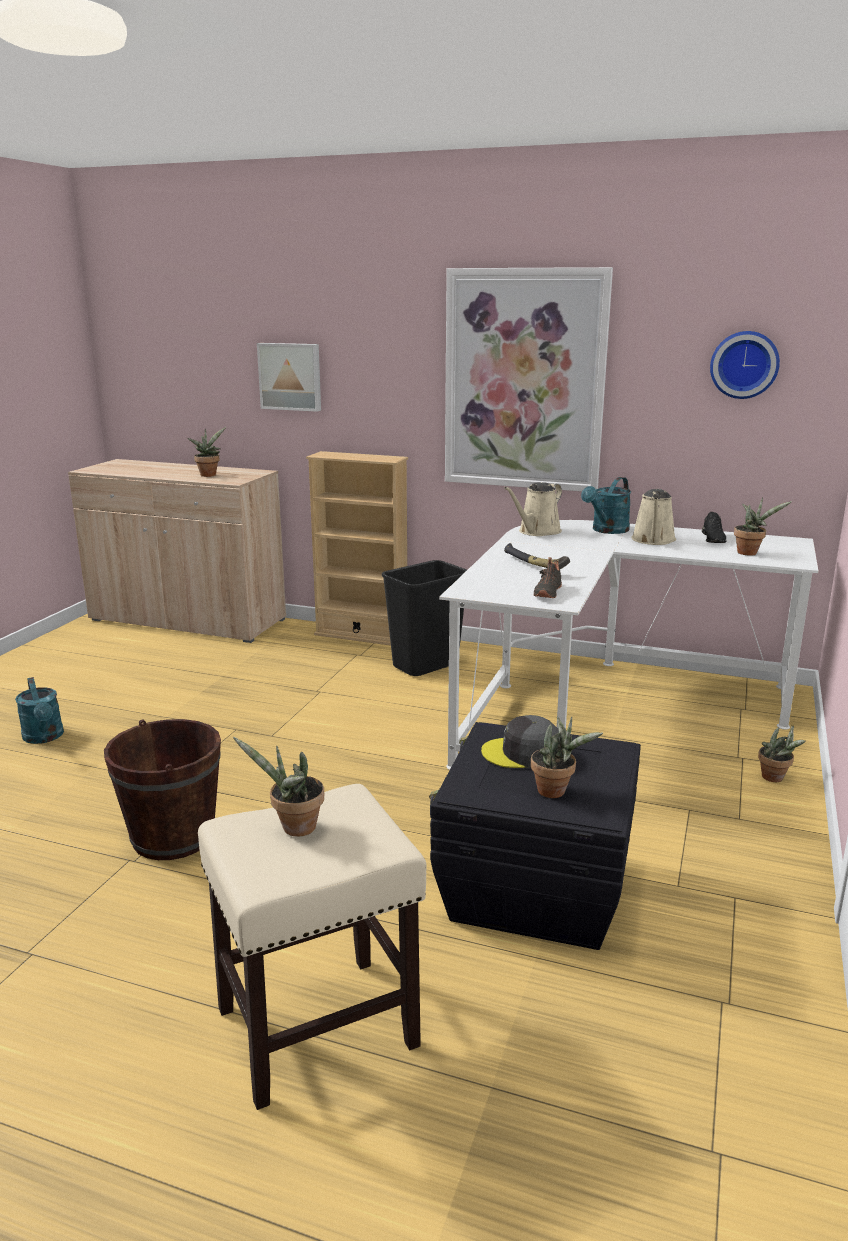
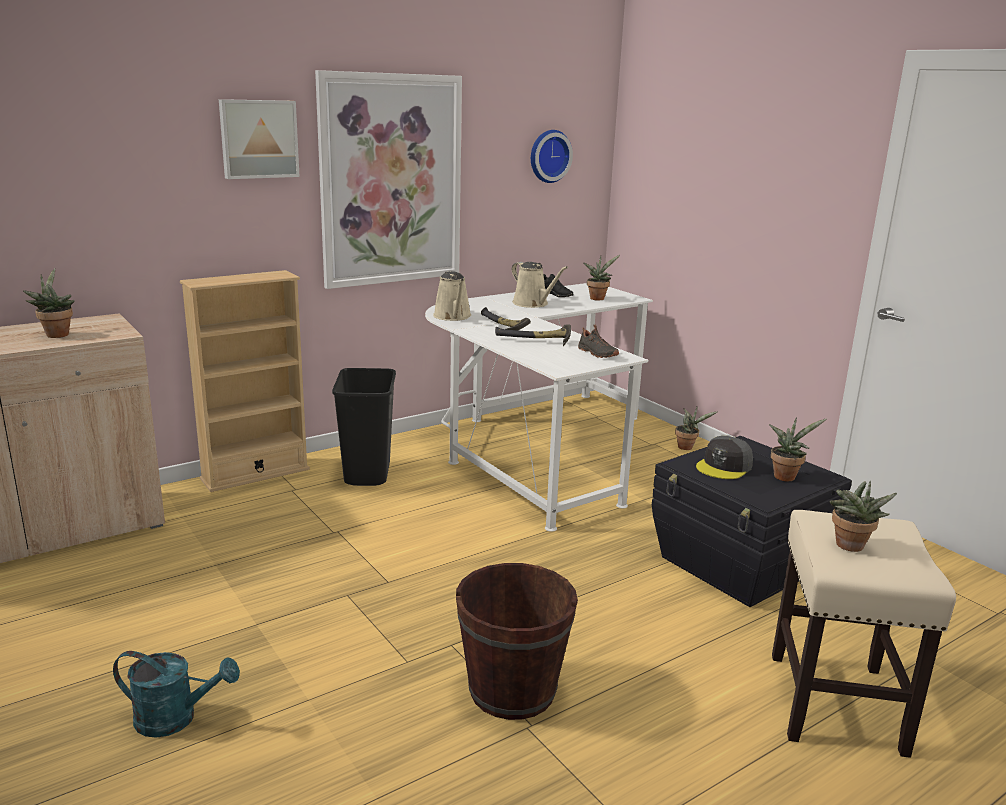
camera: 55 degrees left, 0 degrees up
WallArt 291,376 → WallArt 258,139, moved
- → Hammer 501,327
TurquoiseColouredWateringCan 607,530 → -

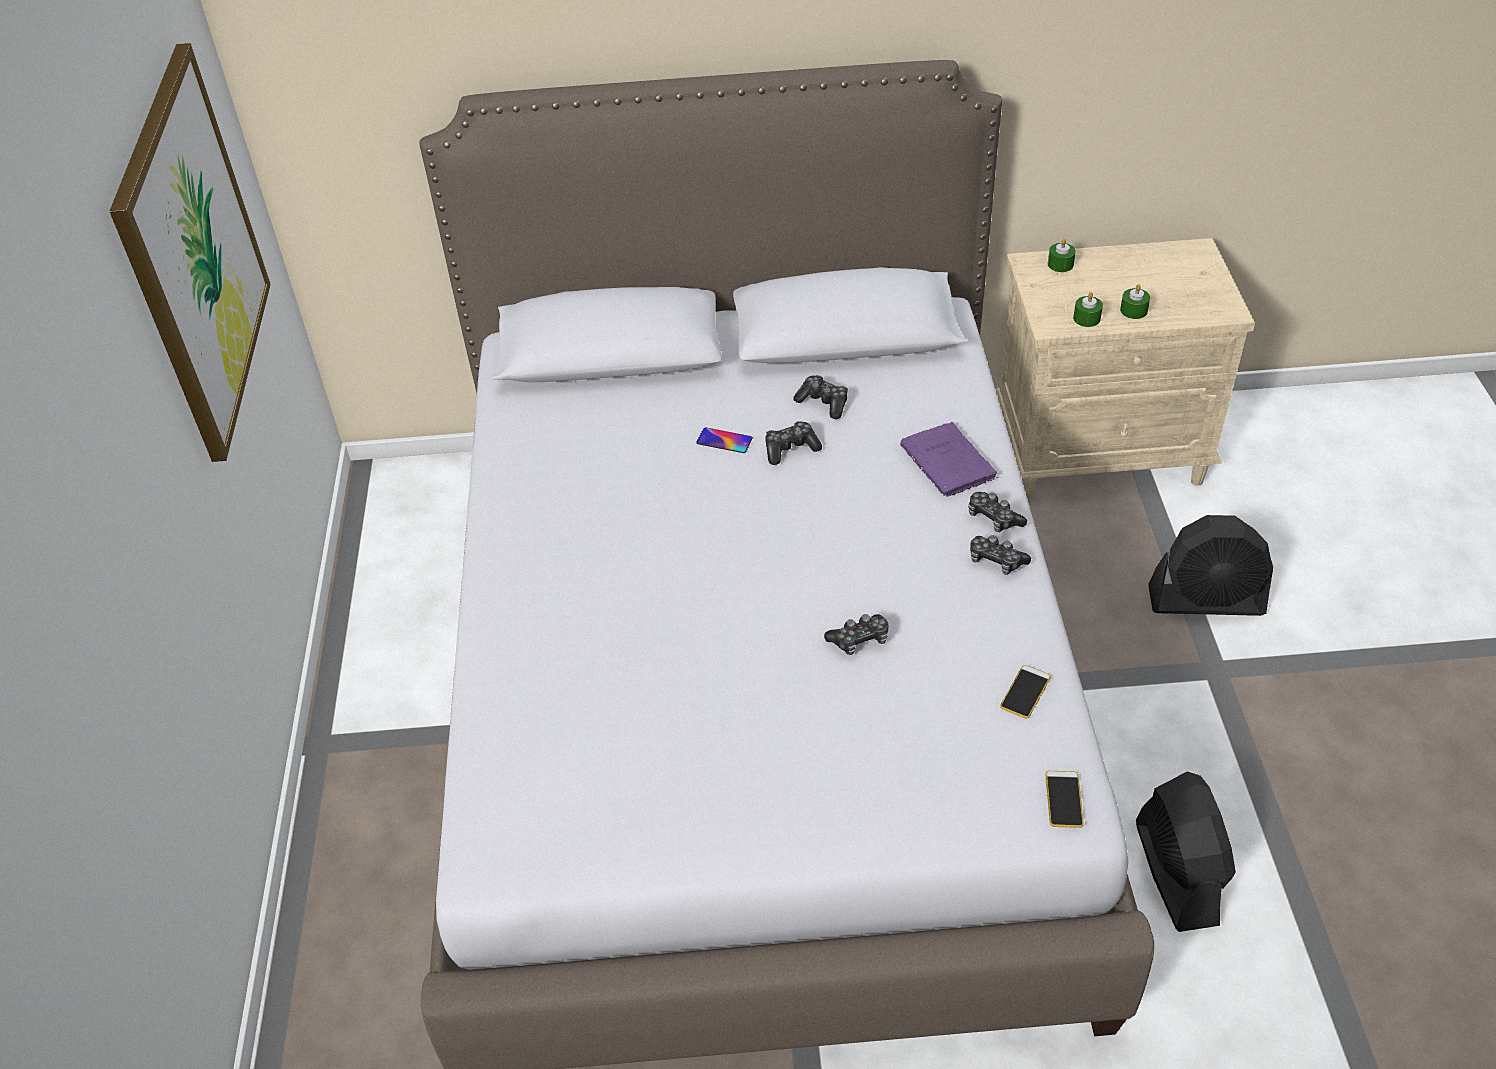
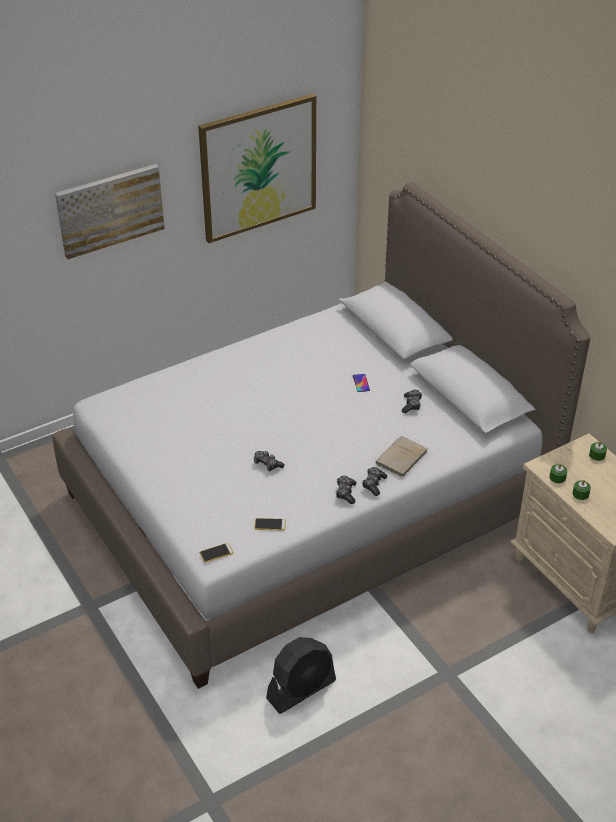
camera: 60 degrees right, 5 degrees down
- → WallArt 110,210
PurpleColouredBoundBook 949,464 → SandColouredBoundBook 400,459
GameController 790,449 → -
BlackishElectricFan 1206,601 → -

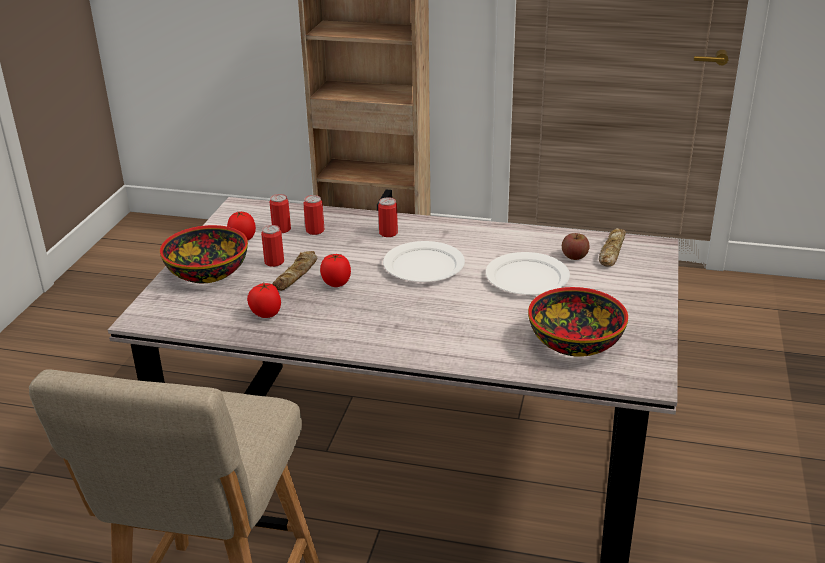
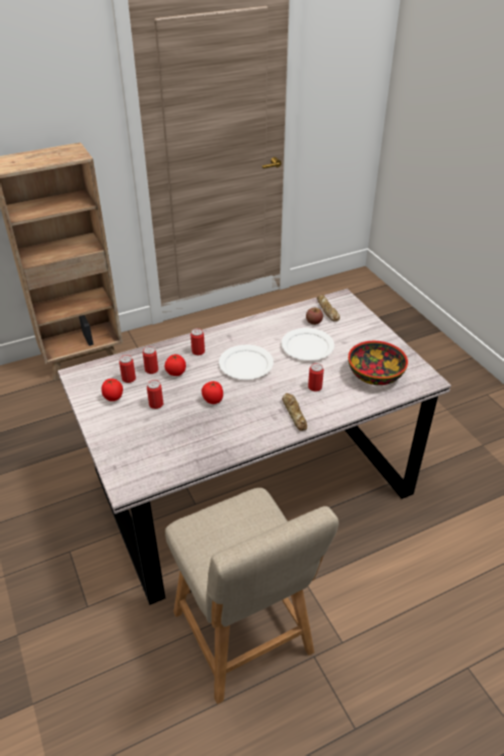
camera: 40 degrees left, 10 degrees up
Tomato 266,314 → Tomato 176,373, moved
Bread 297,275 → Bread 295,414, moved
- → Can 315,387
ServingBowl 208,272 → -

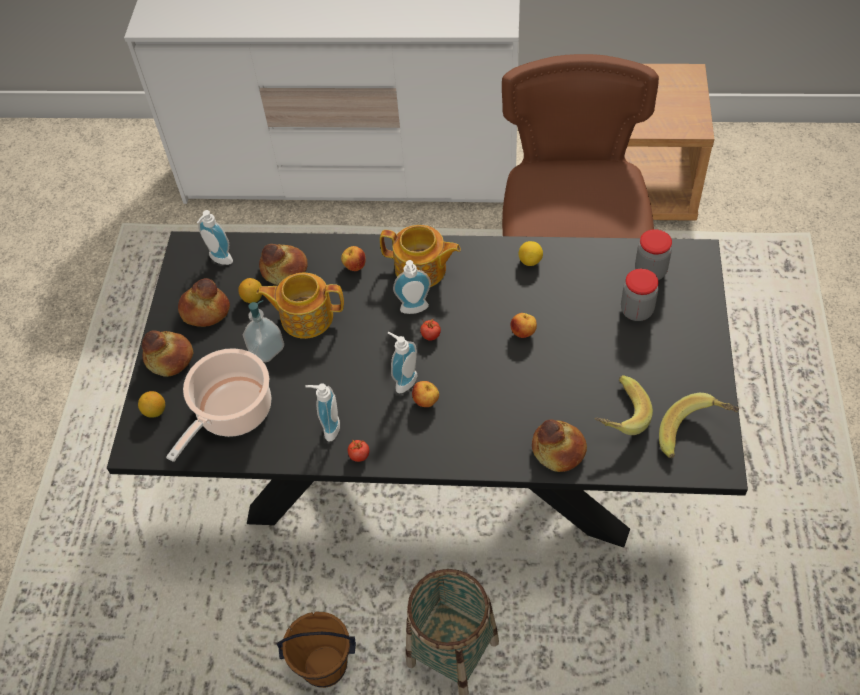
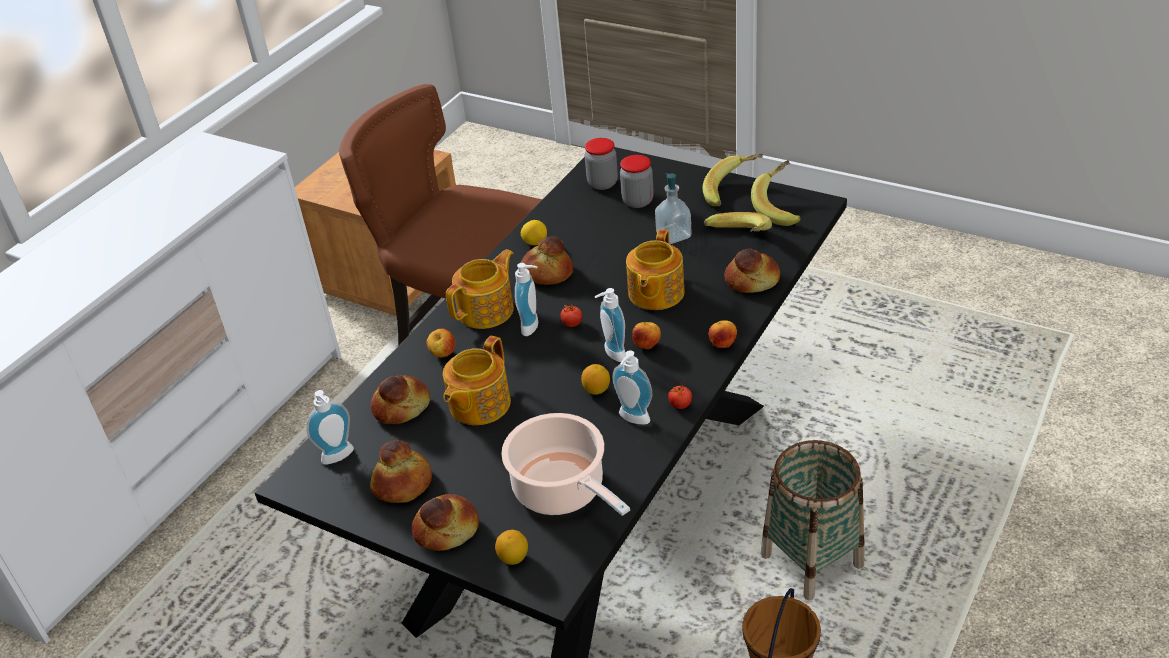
camera: 65 degrees left, 15 degrees down
- → Bread 547,272
CitrusFruit 253,298 → CitrusFruit 596,390, moved
- → PotForTea 655,293
LiquidSoapBottle 266,349 → LiquidSoapBottle 673,235, moved
- → WholeBanana 733,192
Apple 523,333 → Apple 722,344, moved

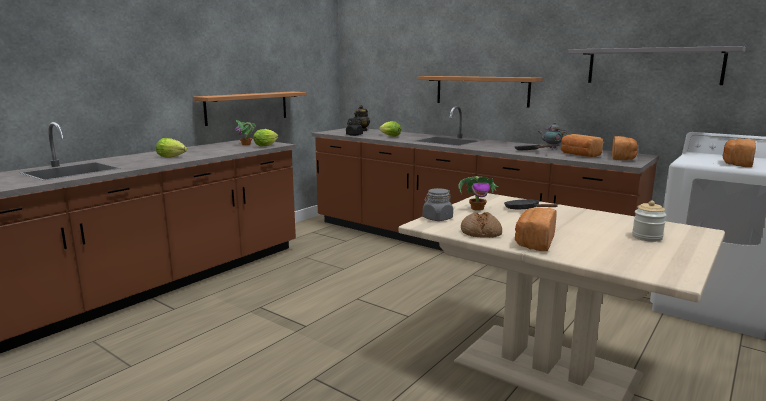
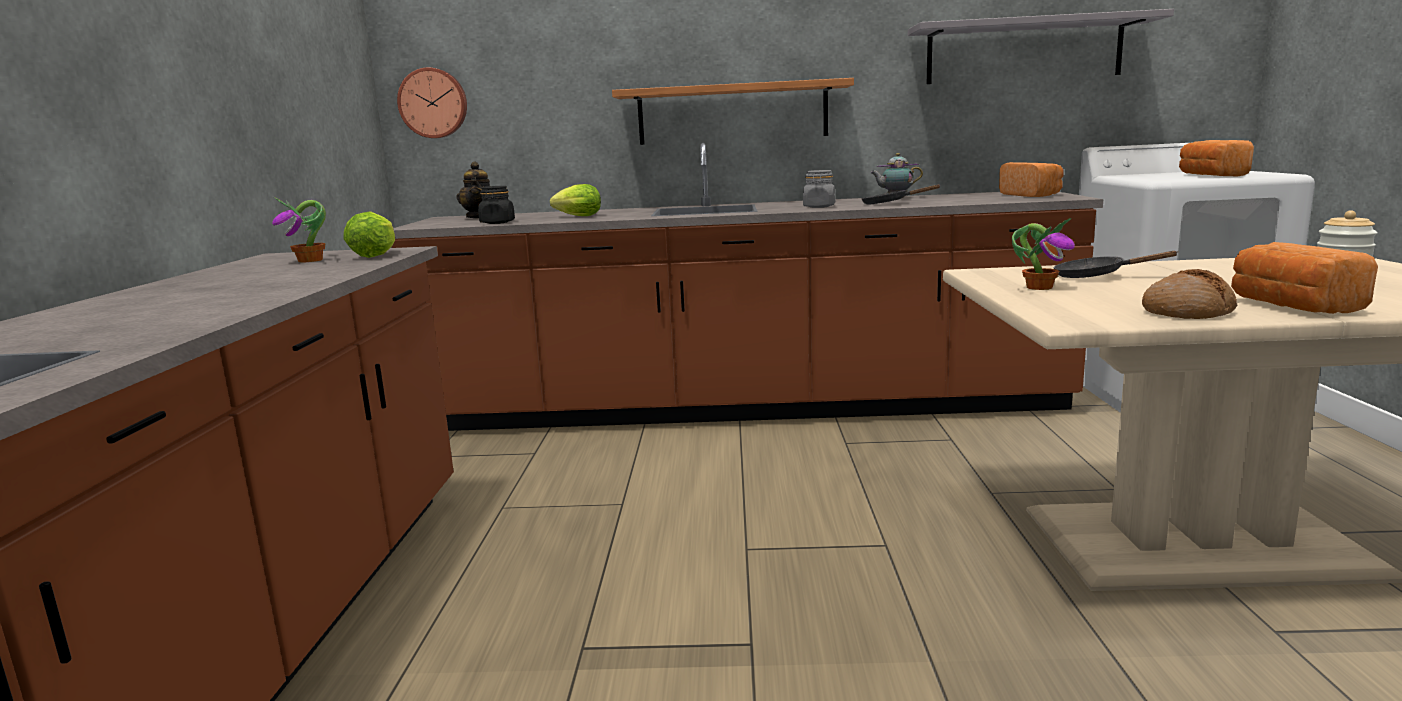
camera: 35 degrees left, 0 degrees up
- → ClockOnTheWall 433,103
GreyishJar 437,218 → GreyishJar 819,207, moved
HeadOfLettuce 173,157 → -
Shelf 247,107 → -
Bread 578,155 → -

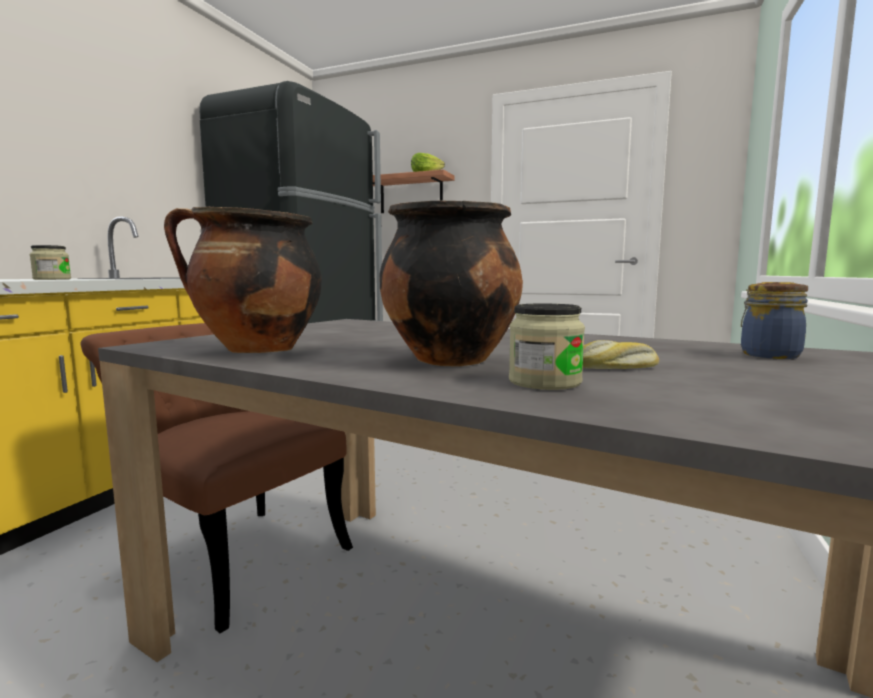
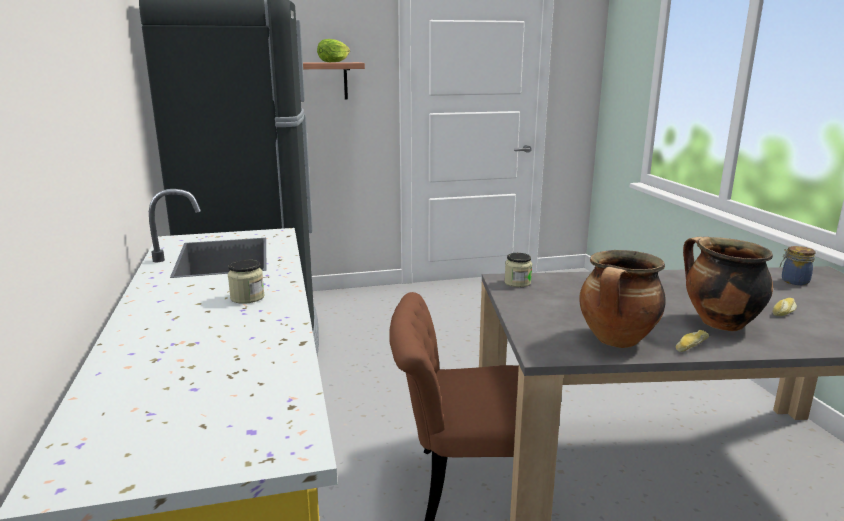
camera: 35 degrees left, 10 degrees up
Jar 544,382 → Jar 517,283, moved
- → Bread 690,345

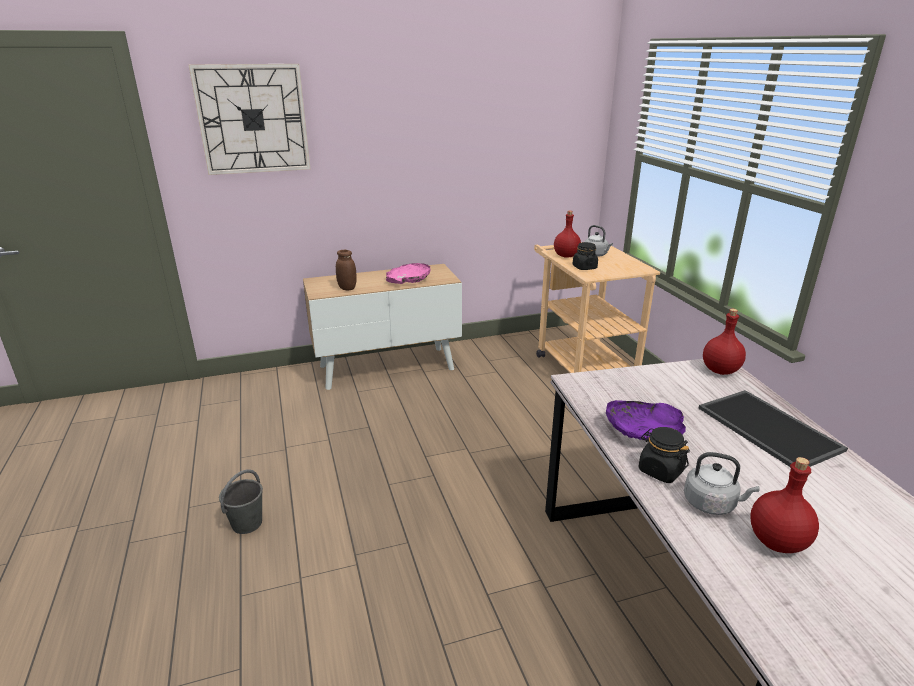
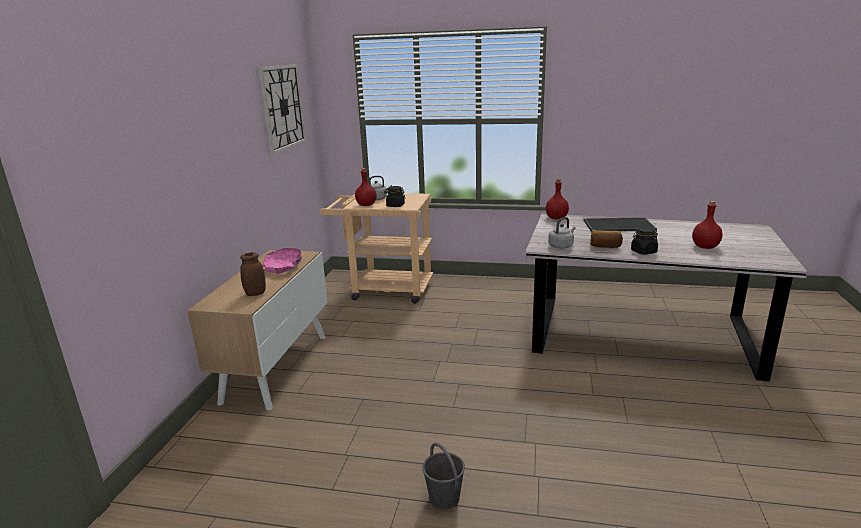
camera: 60 degrees left, 5 degrees down
ClockOnTheWall 253,119 → ClockOnTheWall 282,107, moved
GreyishWaterKettle 712,504 → GreyishWaterKettle 561,246, moved
PurpleColouredServingBowl 642,431 → Bread 605,246

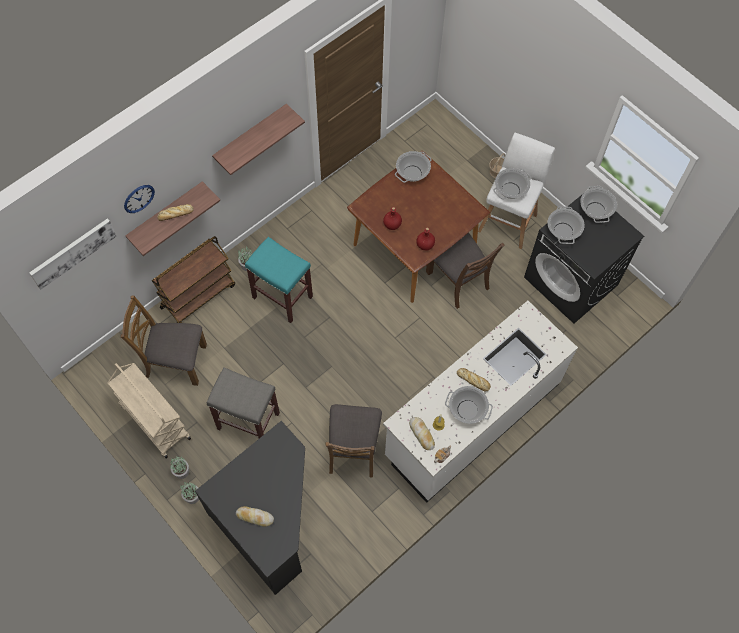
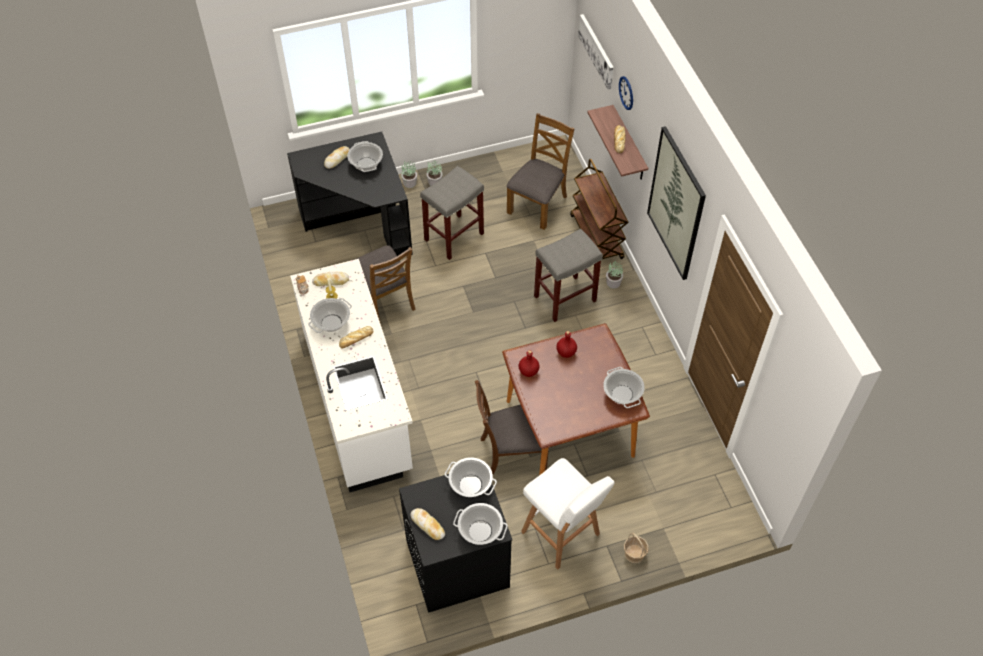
camera: 115 degrees right, 10 degrees down
CookingPot 510,190 → CookingPot 366,164, moved
BrownPlainChair 353,449 → BrownPlainChair 384,300, 150 degrees counterclockwise
- → Bread 427,525
TurquoiseColouredStoolSeat 283,297 → GreyishStoolSeat 564,299
Shelf 251,137 → WallArt 676,204
SandColouredCart 154,421 → -

